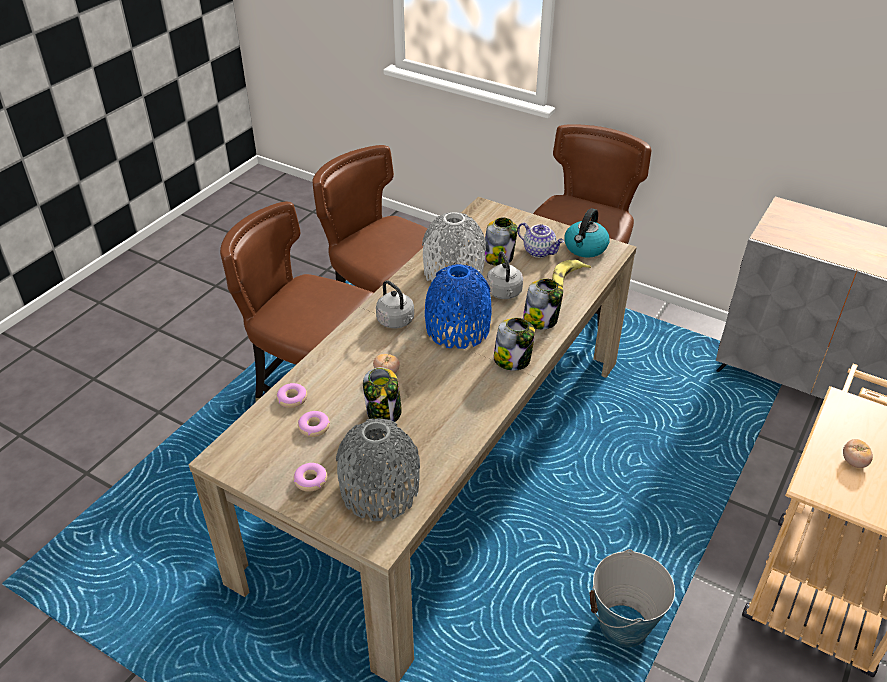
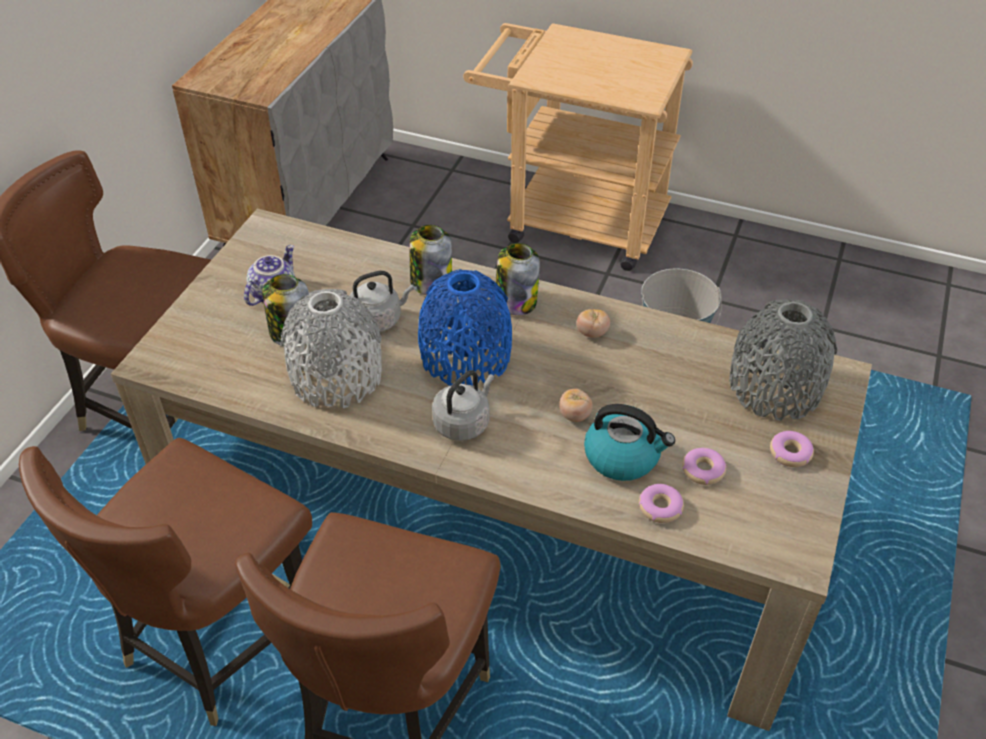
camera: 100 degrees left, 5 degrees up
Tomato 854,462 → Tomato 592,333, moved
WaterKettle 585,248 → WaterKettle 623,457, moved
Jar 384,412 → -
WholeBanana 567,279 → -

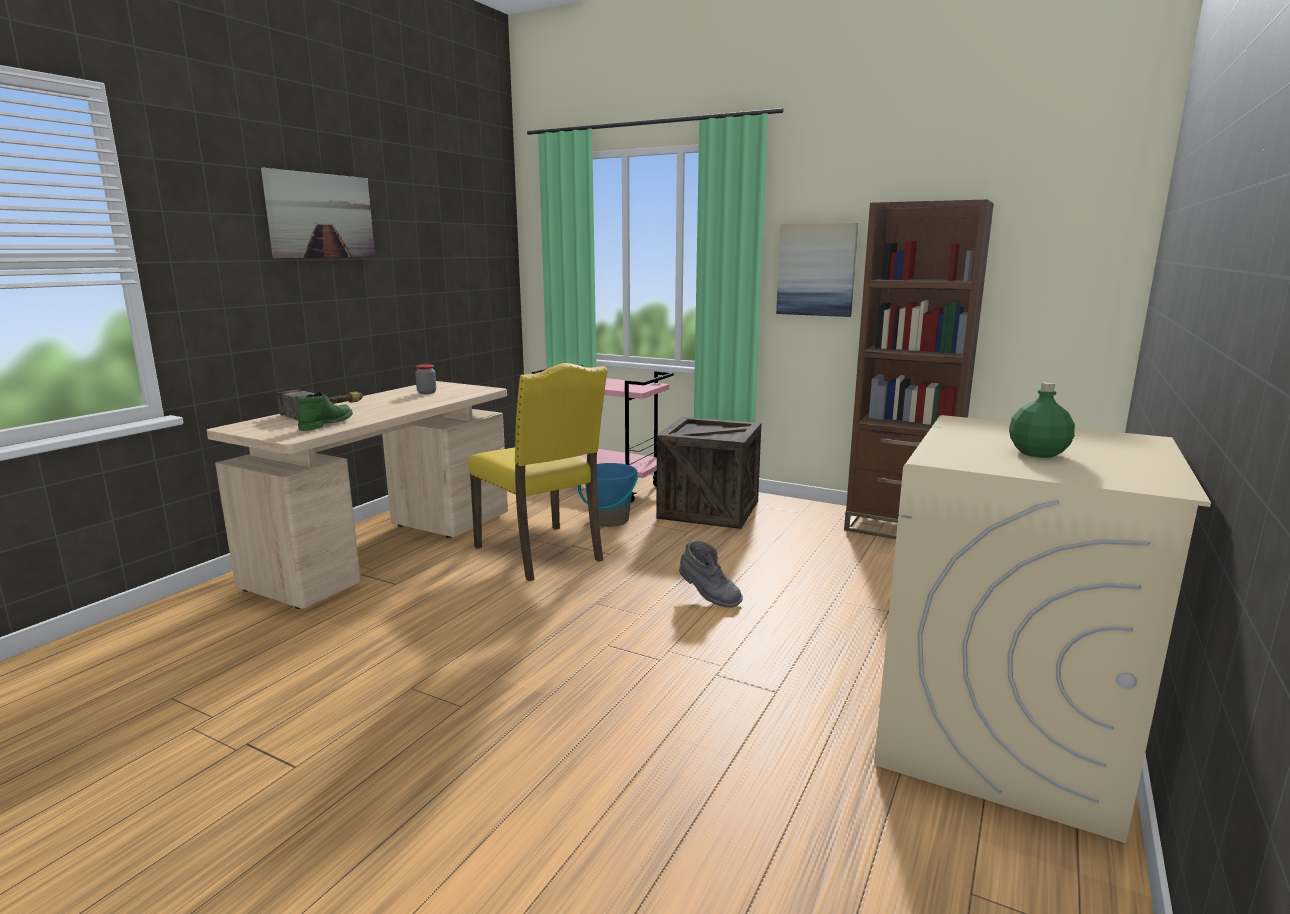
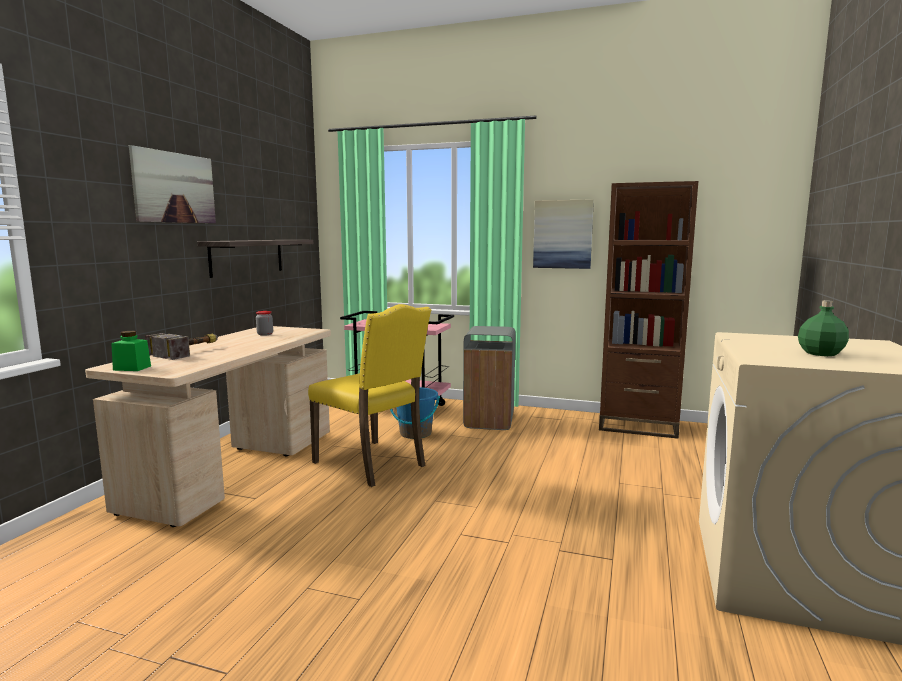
camera: 10 degrees left, 5 degrees down
- → GreenishJar 132,368
- → Shelf 247,257
PackingCrate 708,509 → GreyishWasteBin 490,421
GreenishHighTopBoot 325,424 → -
GreyishHighTopBoot 708,598 → -

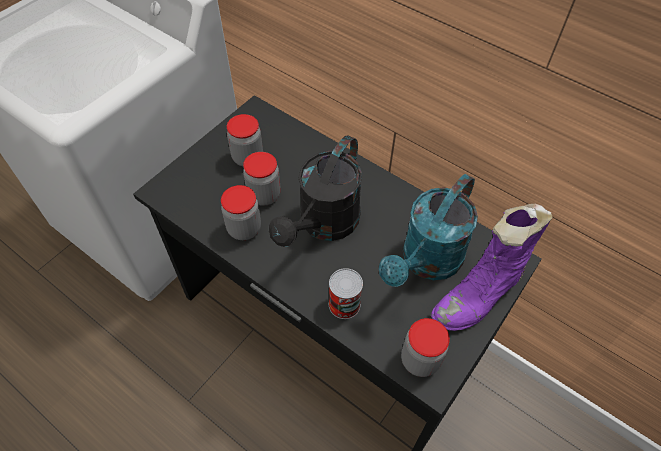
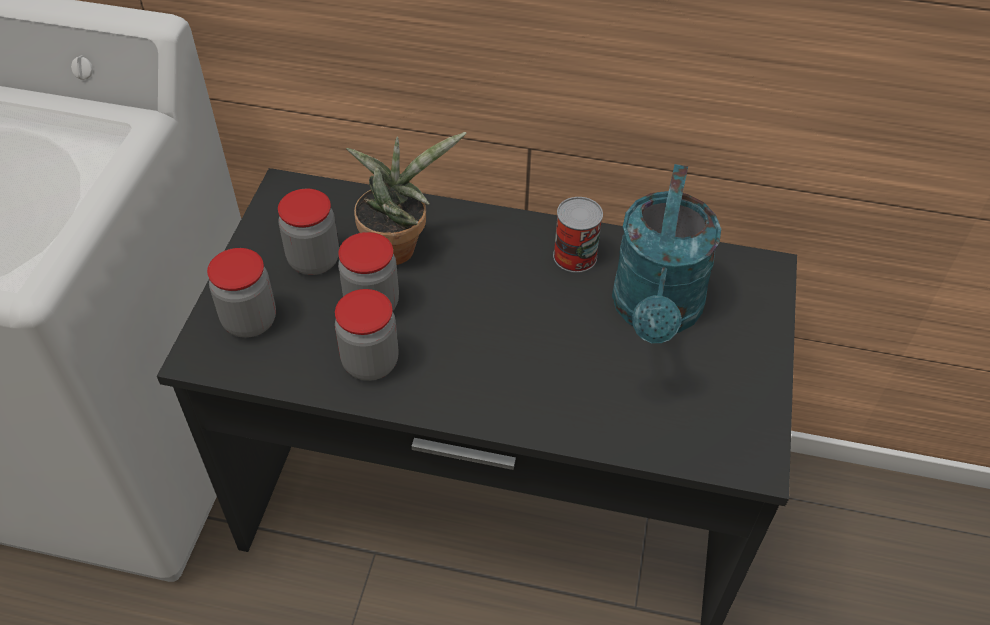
camera: 25 degrees left, 5 degrees down
Jar 420,360 → Jar 250,321, moved
- → Houseplant 398,246
Can 344,304 → Can 575,256, moved
BlackishWateringCan 324,225 → -
PurpleColouredHighTopBoot 479,295 → -

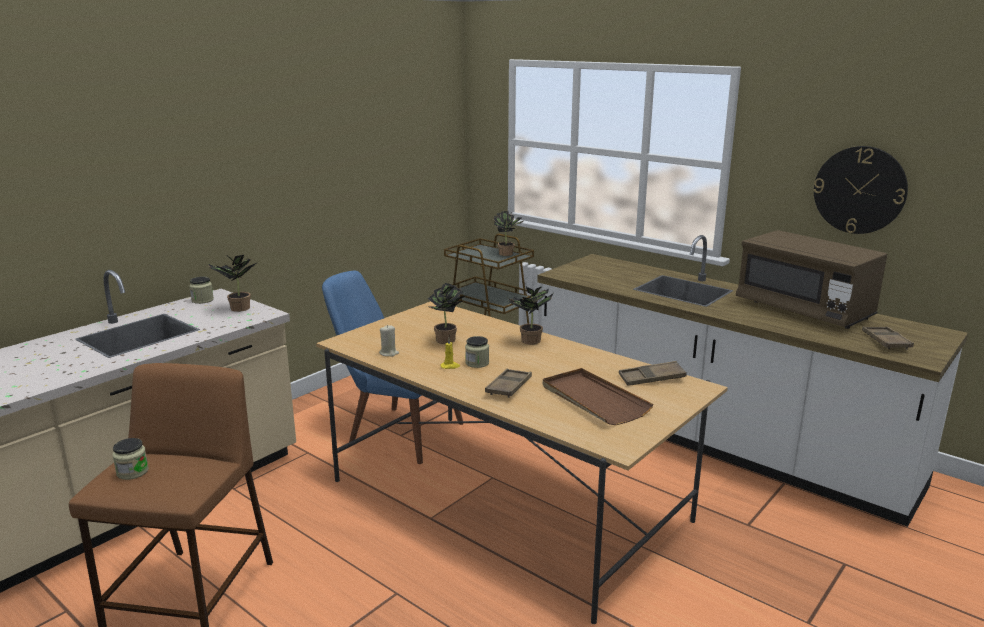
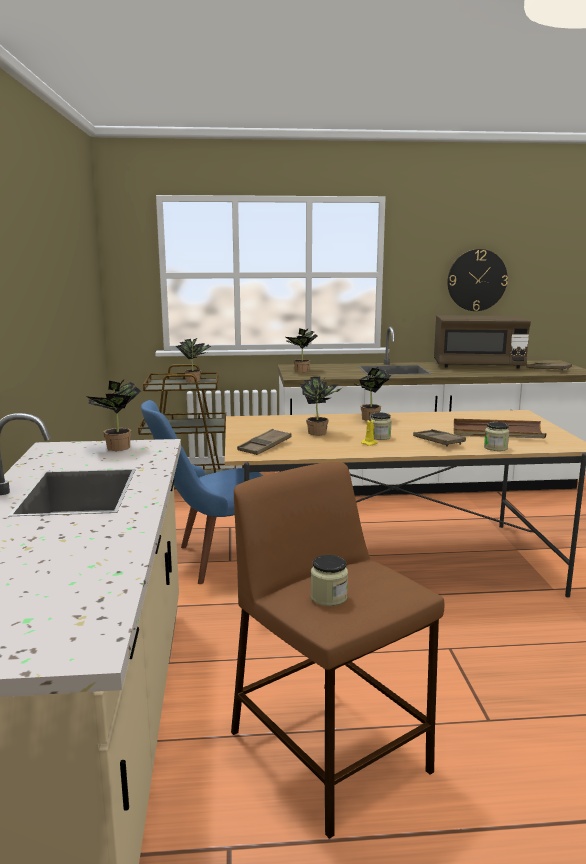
camera: 45 degrees left, 5 degrees down
BrownServingTray 651,378 → BrownServingTray 265,446, moved
- → Houseplant 301,371
Jar 202,300 → Jar 495,448, moved
SandColouredWaxLight 389,353 → -

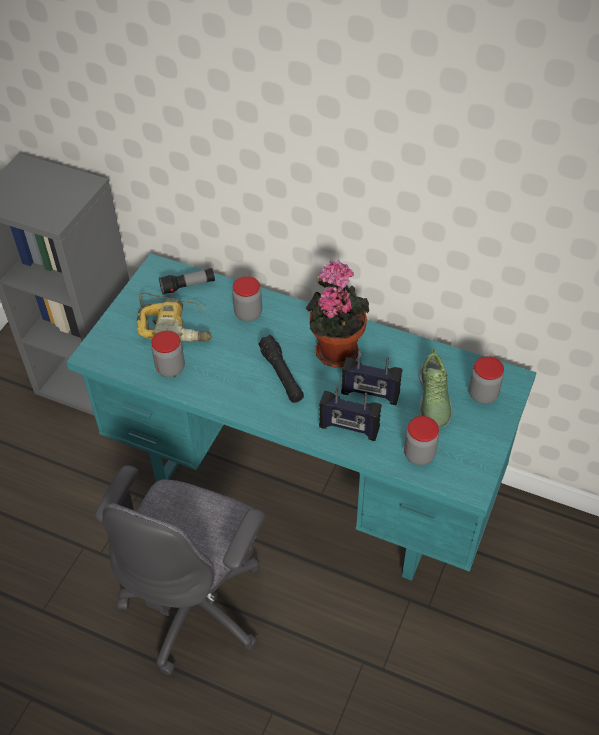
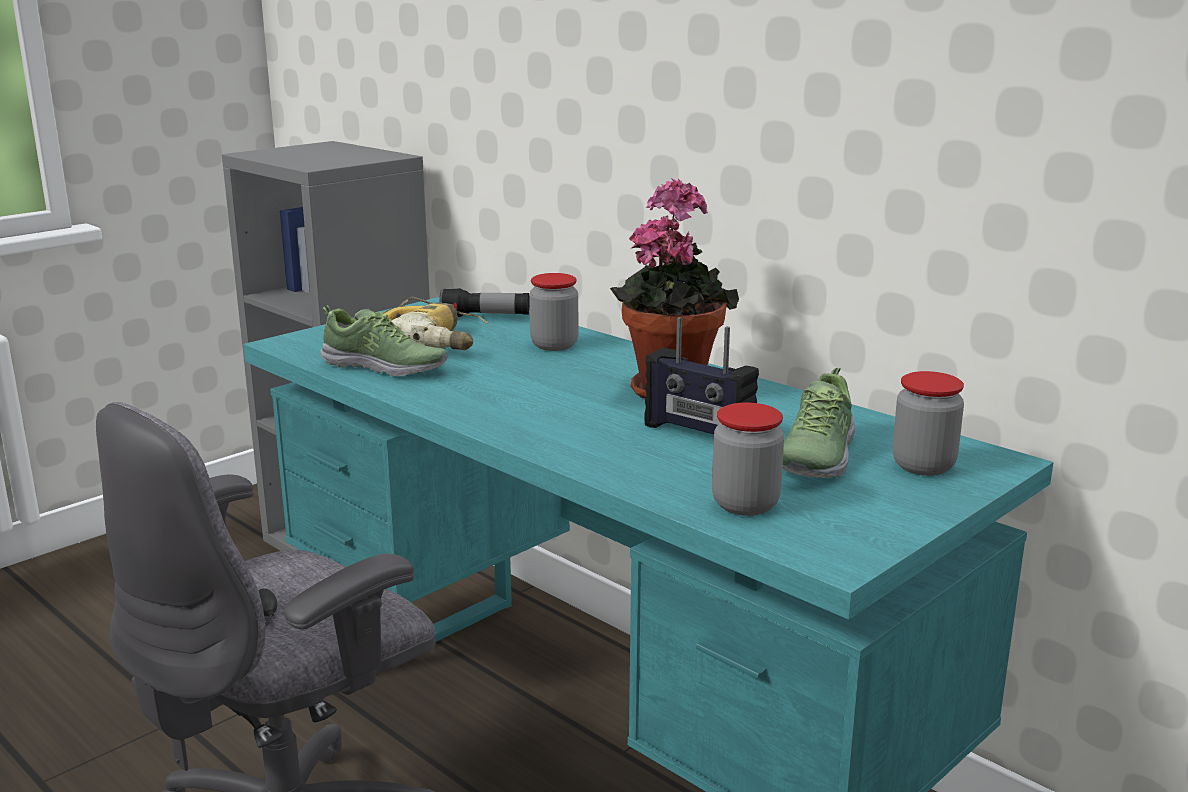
camera: 20 degrees right, 30 degrees down
Jar 170,368 → ItemOfFootwear 385,367
BlackishFlashlight 281,375 → -
RadioReceiver 349,428 → -

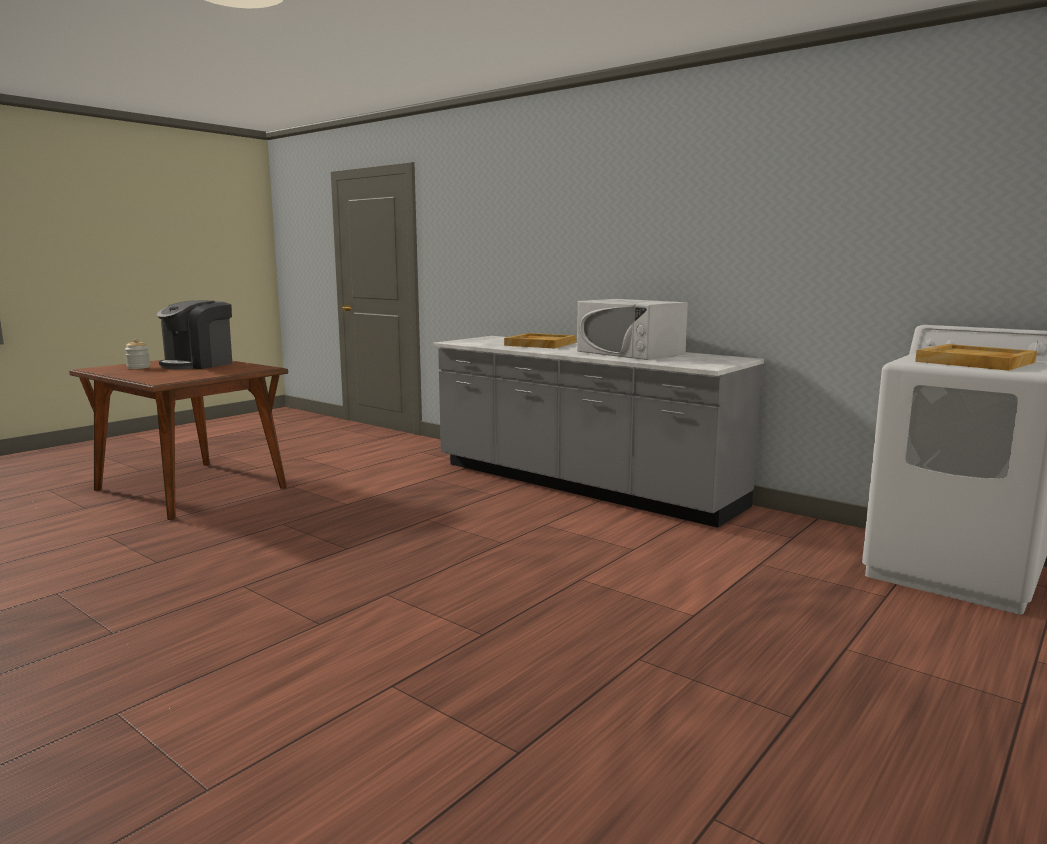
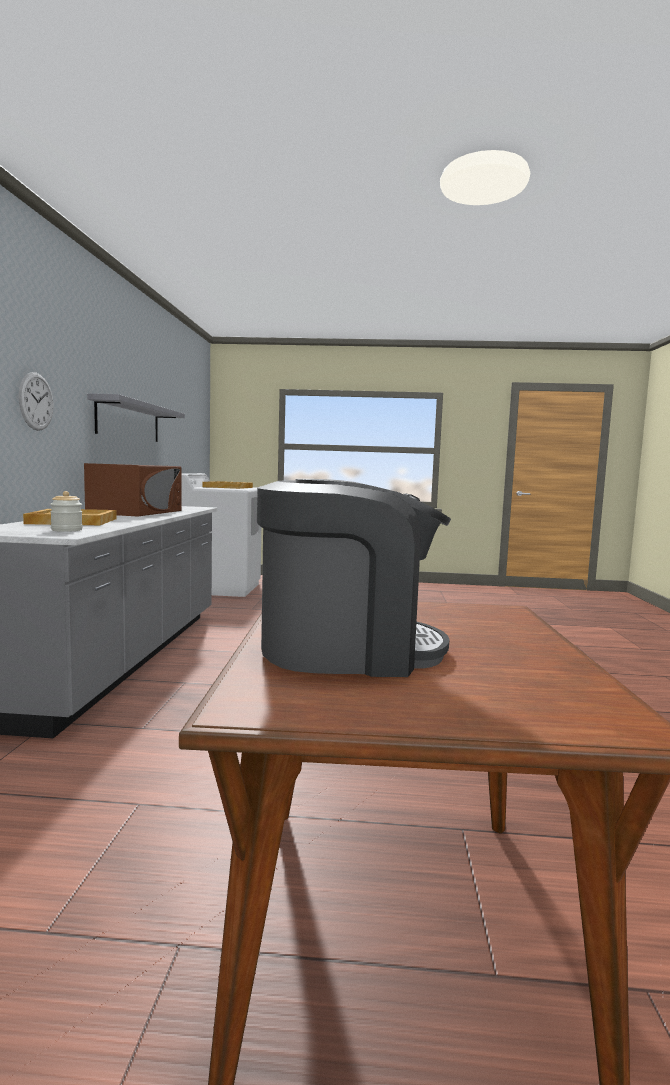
camera: 125 degrees left, 5 degrees down
- → ClockOnTheWall 36,401
Jar 138,367 → Jar 67,530, moved
WhitishMicrowaveOven 630,353 → BrownMicrowaveOven 136,512
- → GreyishShelf 129,421

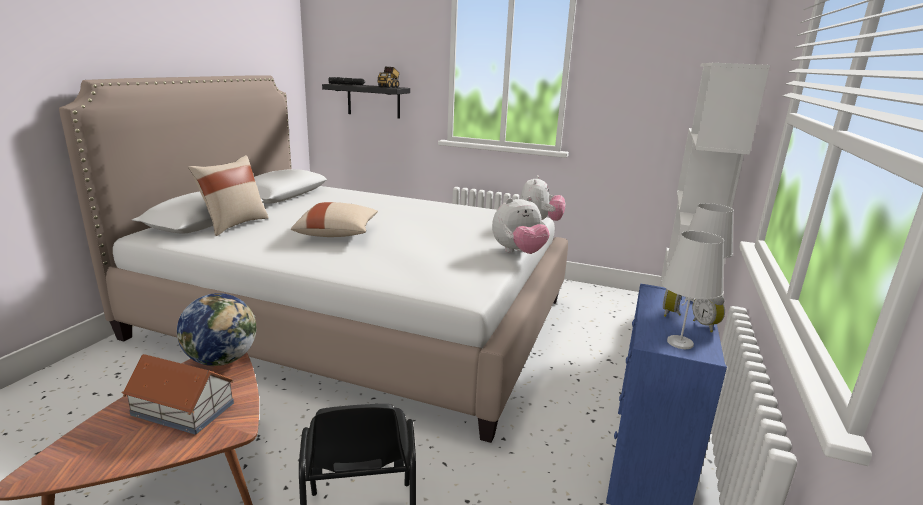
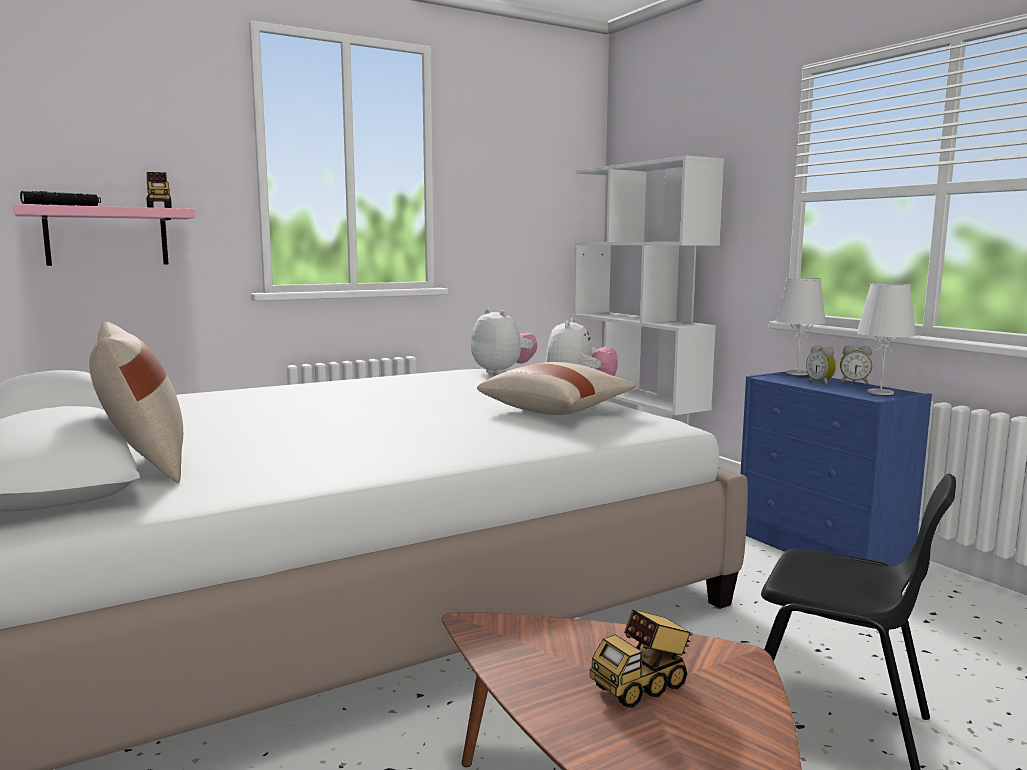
camera: 50 degrees left, 10 degrees down
BlackishShelf 373,101 → PinkShelf 107,236
SandColouredPillow 337,234 → SandColouredPillow 557,410, moved
MiniatureHouse 183,409 → ToyTruck 642,686
DeskGlobe 222,360 → -

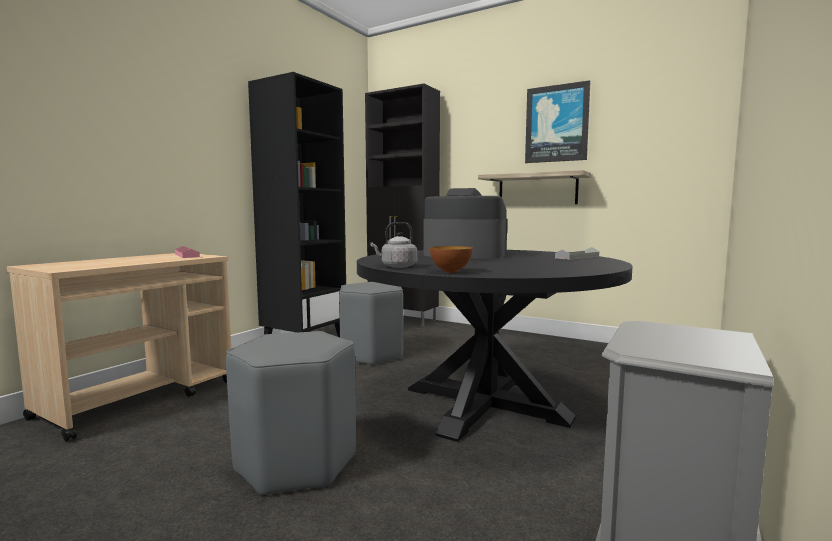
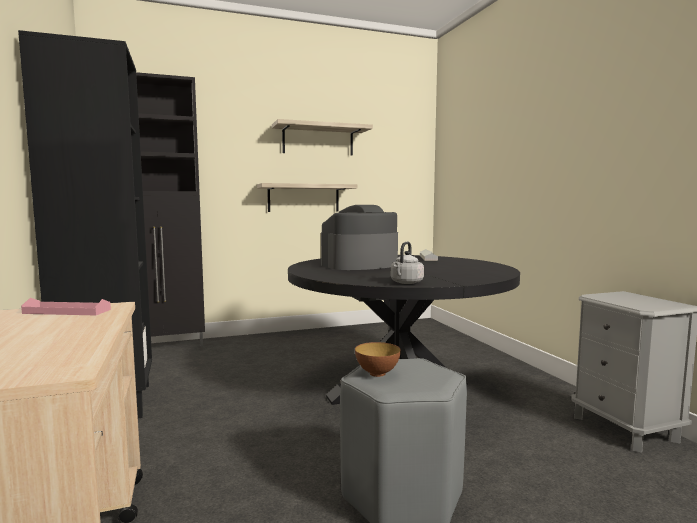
camera: 50 degrees left, 0 degrees up
WallArt 557,124 → Shelf 318,140
ServingBowl 450,271 → ServingBowl 377,373, moved
GreyishStoolSeat 372,354 → -

